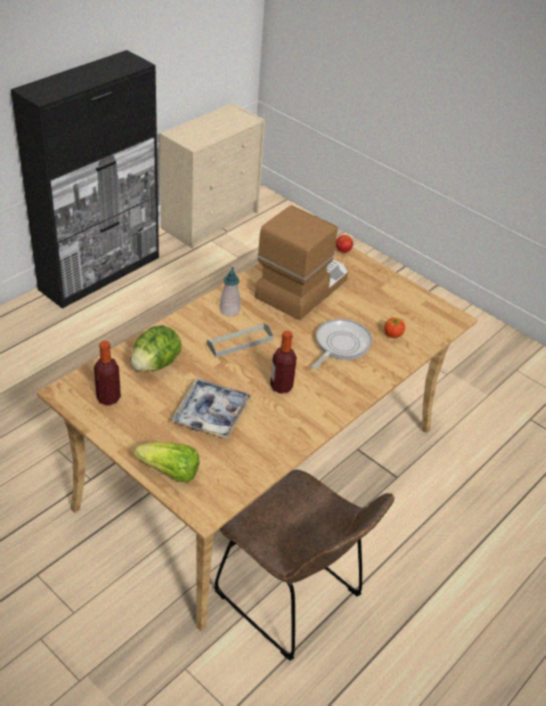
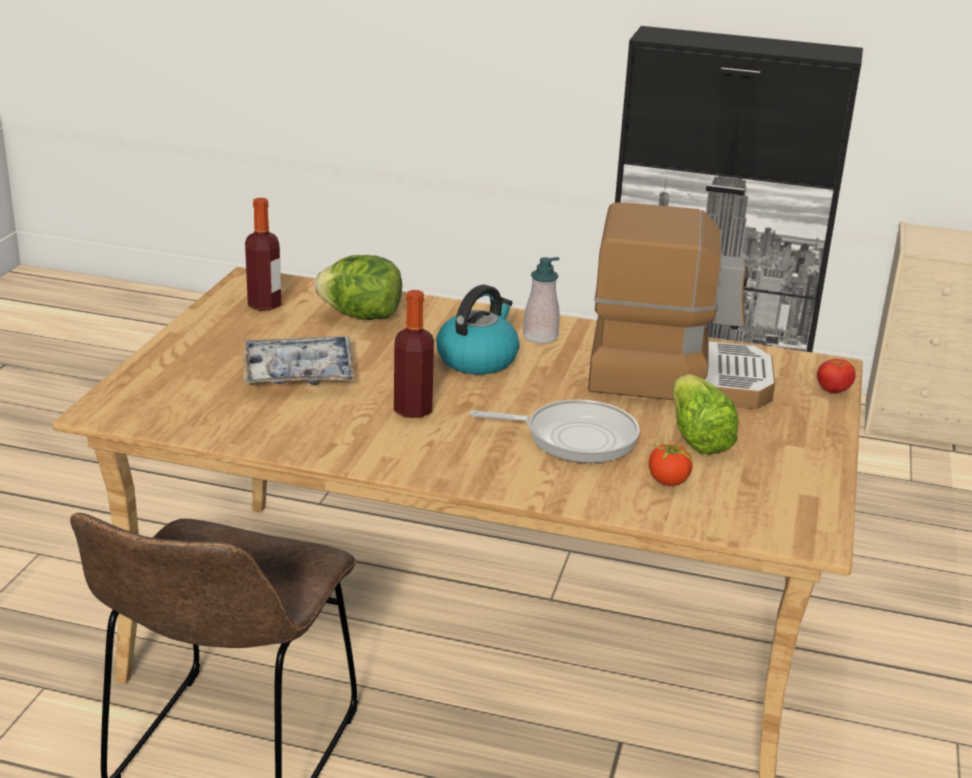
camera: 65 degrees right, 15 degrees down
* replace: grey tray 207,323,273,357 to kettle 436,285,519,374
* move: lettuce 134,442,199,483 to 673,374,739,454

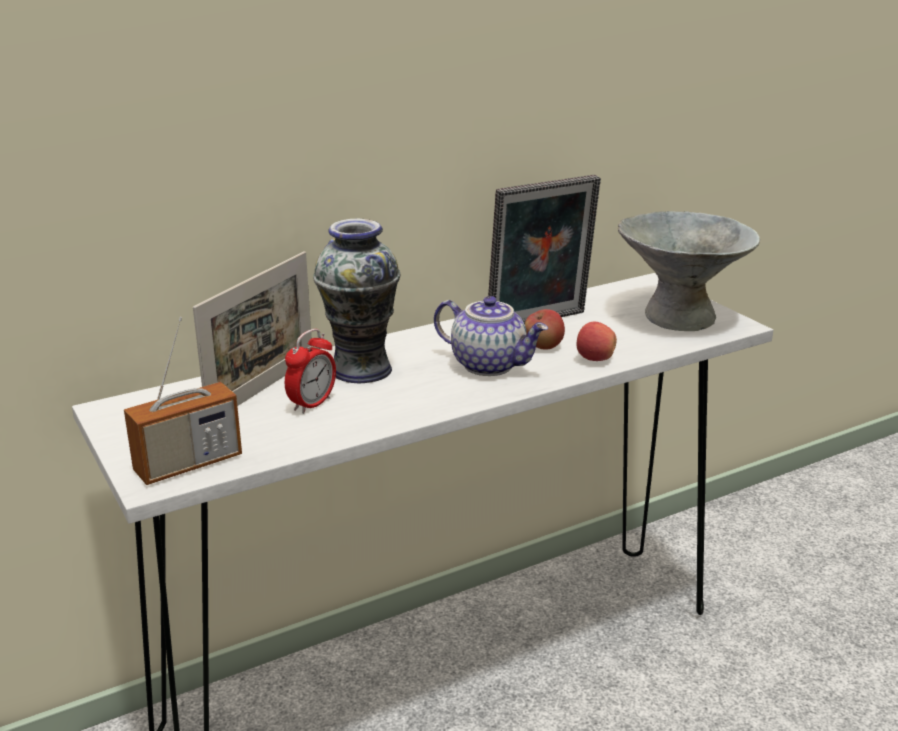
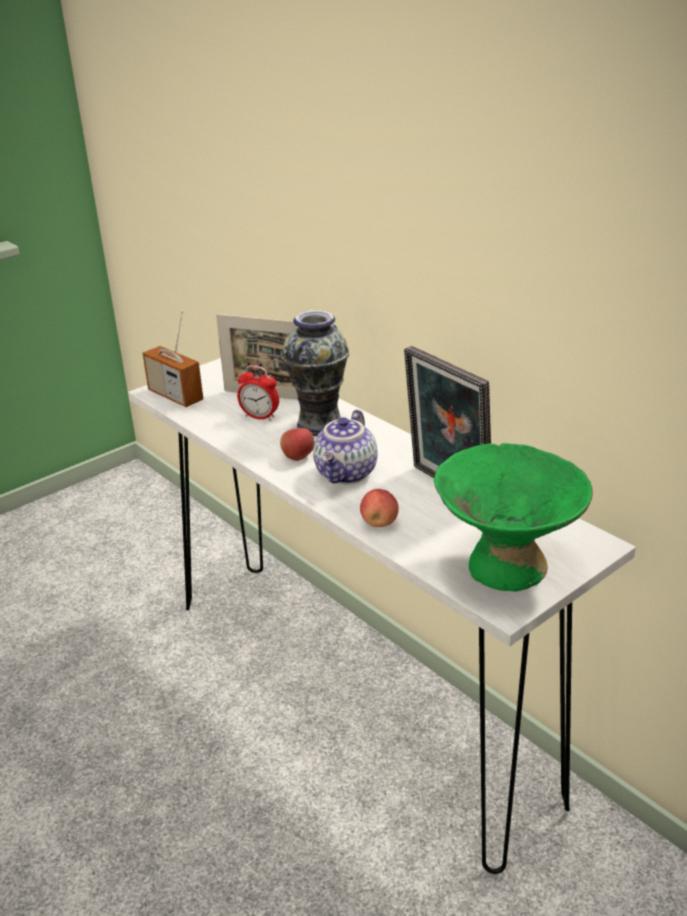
camera: 80 degrees right, 5 degrees up
* move: apple 525,309,565,349 to 280,428,314,461
* recolor: grey bowl 618,211,760,331 to green bowl 434,443,593,592

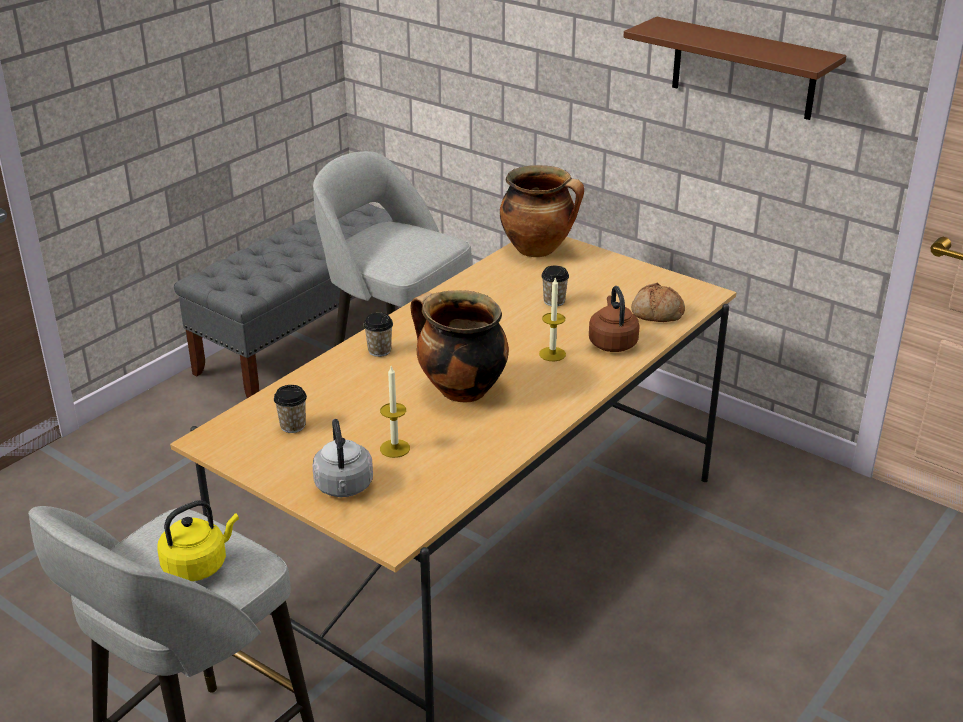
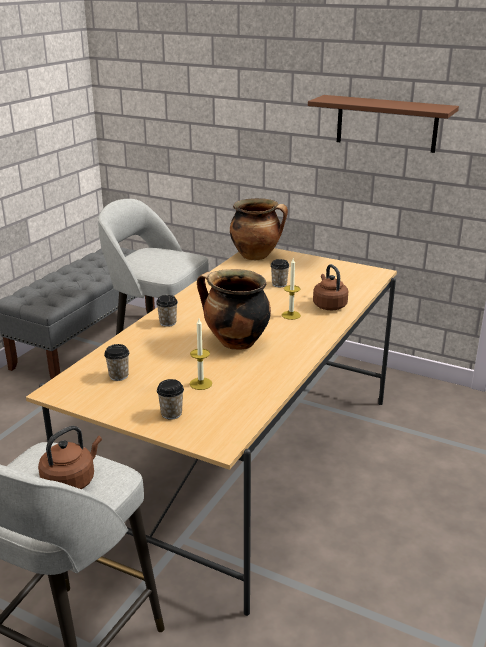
camera: 10 degrees left, 5 degrees down
* recolor: yellow kettle 158,500,239,581 to brown kettle 38,426,102,489
* replace: grey kettle 312,419,373,497 to cup 157,379,184,420
* delete: bread 631,283,685,322

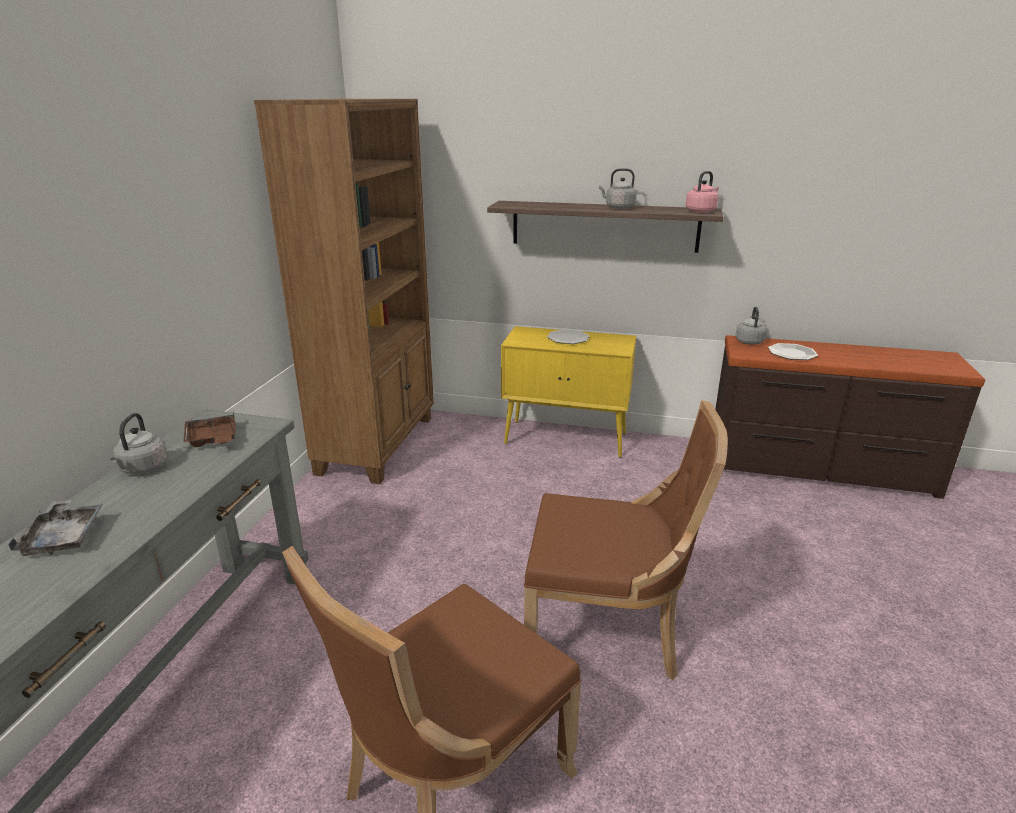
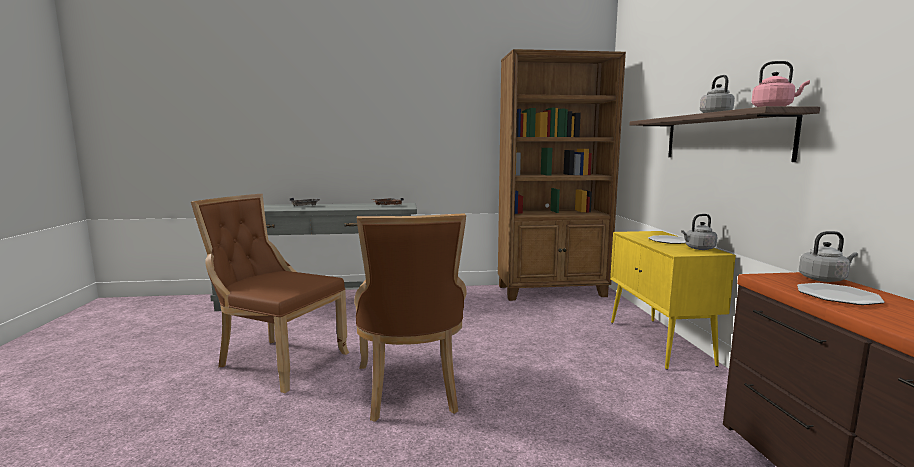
camera: 70 degrees right, 15 degrees down
* move: grey kettle 110,413,168,474 to 681,214,717,250

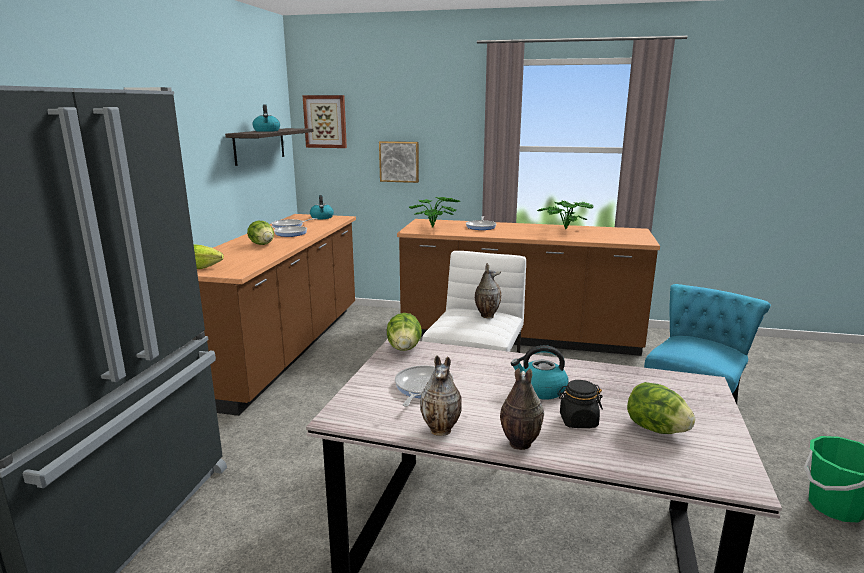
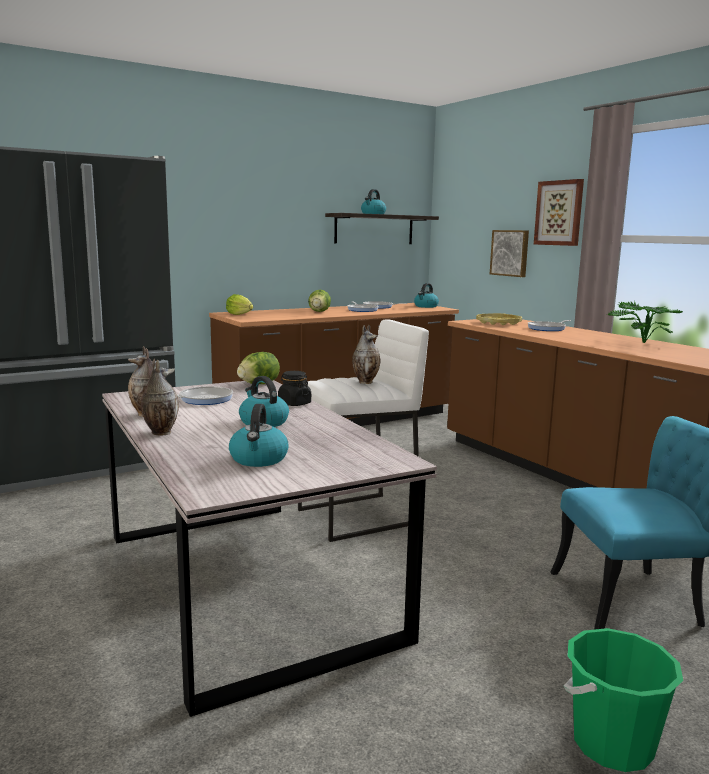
camera: 45 degrees right, 5 degrees down
* replace: lettuce 627,382,695,434 to kettle 229,404,288,467
* move: black jar 558,380,603,428 to 278,371,311,406
* replace: potted plant 409,197,460,227 to yellow tray 476,313,522,325
* move: picture 303,95,347,148 to 534,179,584,246

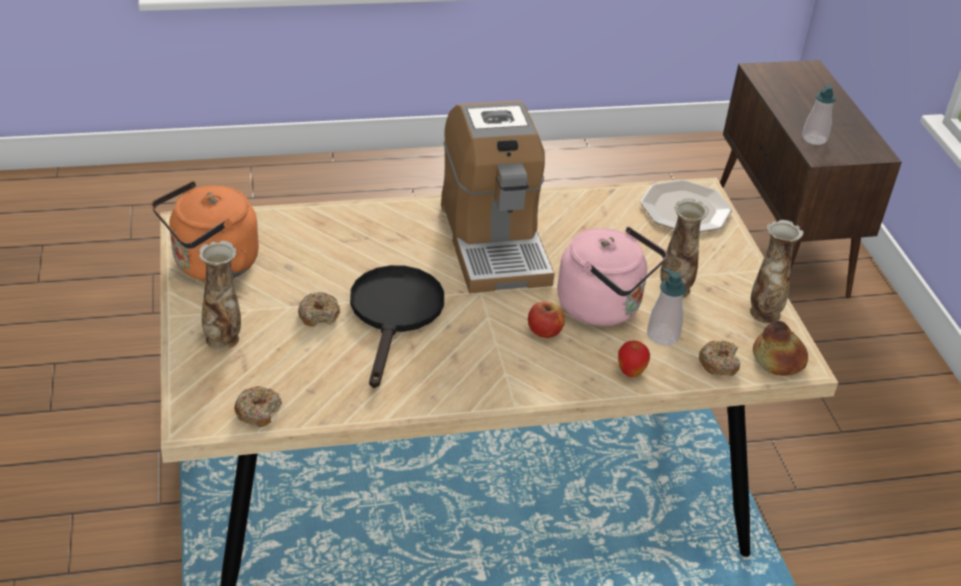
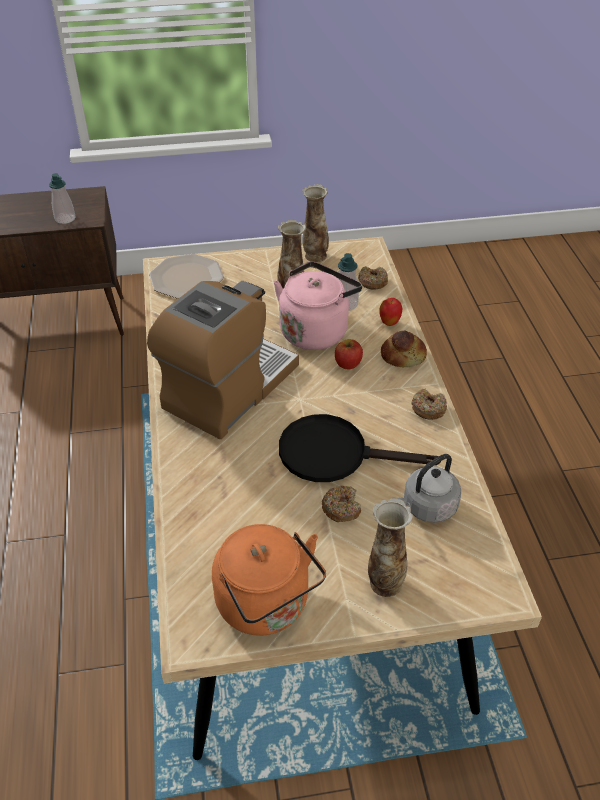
camera: 85 degrees left, 5 degrees up
* rotate: coffee machine 441,101,555,293 = 147,281,299,439 45 degrees counterclockwise
* move: bread 753,321,808,376 to 381,331,427,367
* insert: grey kettle 397,454,461,523
* move: donut 234,386,282,427 to 412,388,447,420

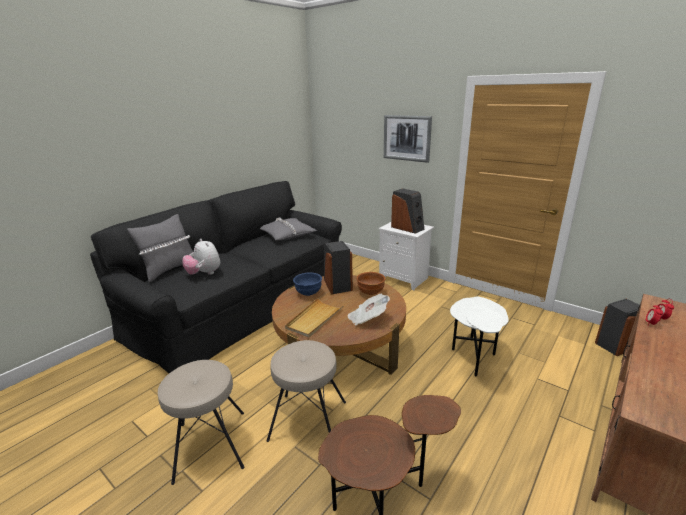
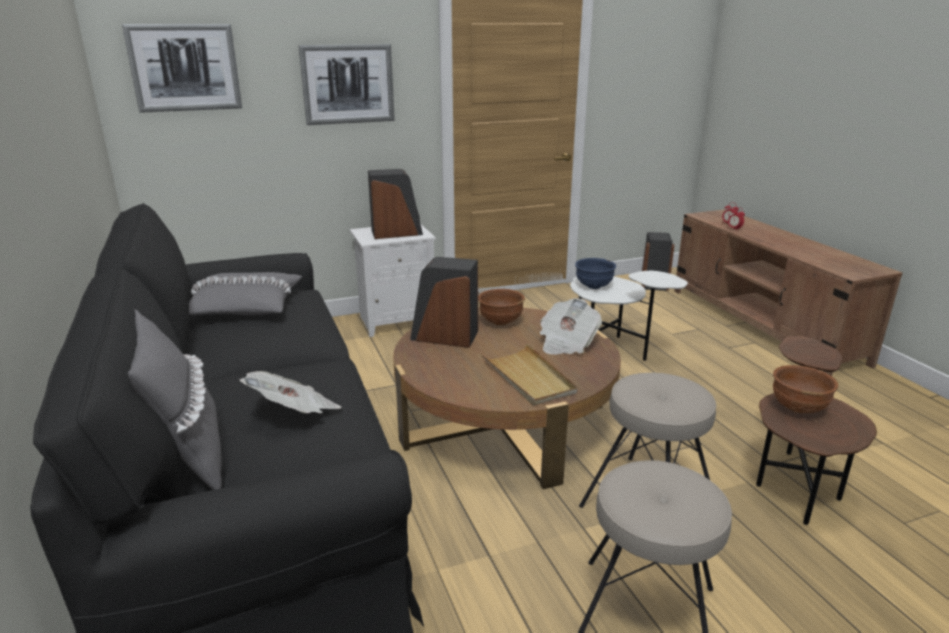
camera: 60 degrees left, 0 degrees up
* insert: picture 122,24,242,113
* replace: plush toy 182,239,220,275 to newspaper 239,371,342,414
* move: blue bowl 293,272,322,296 to 575,258,616,289
* insert: brown bowl 773,365,838,413

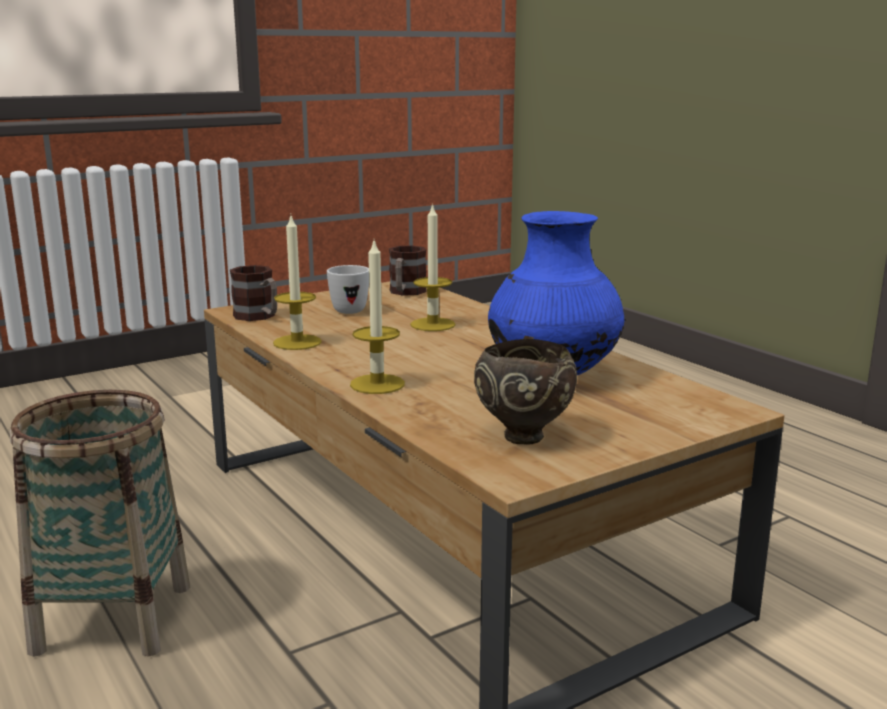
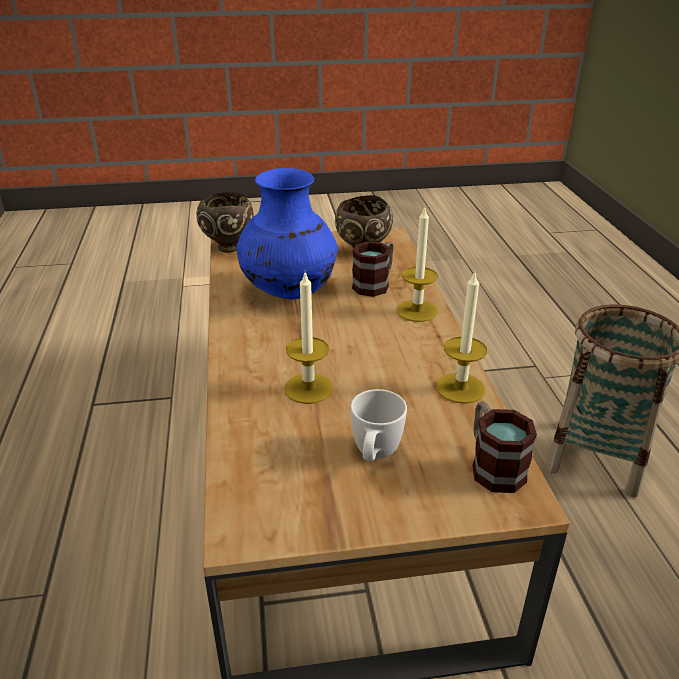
camera: 155 degrees left, 15 degrees up
* insert: brown bowl 196,192,253,253
* move: mug 389,245,426,296 to 352,241,393,297

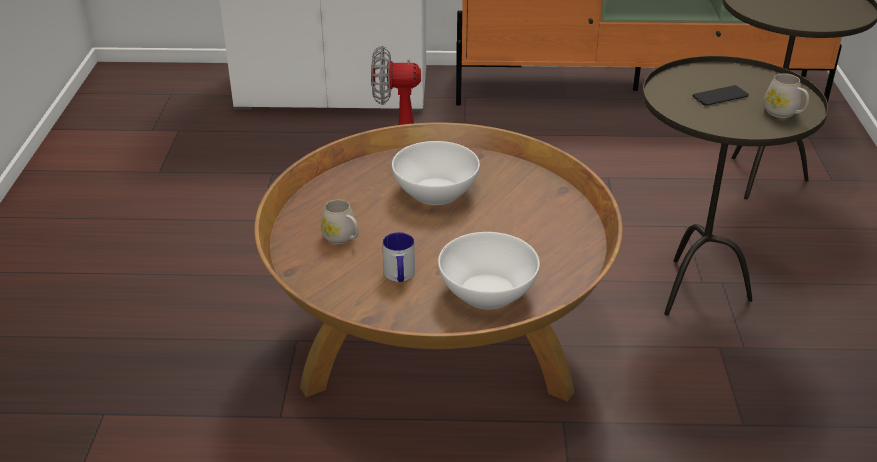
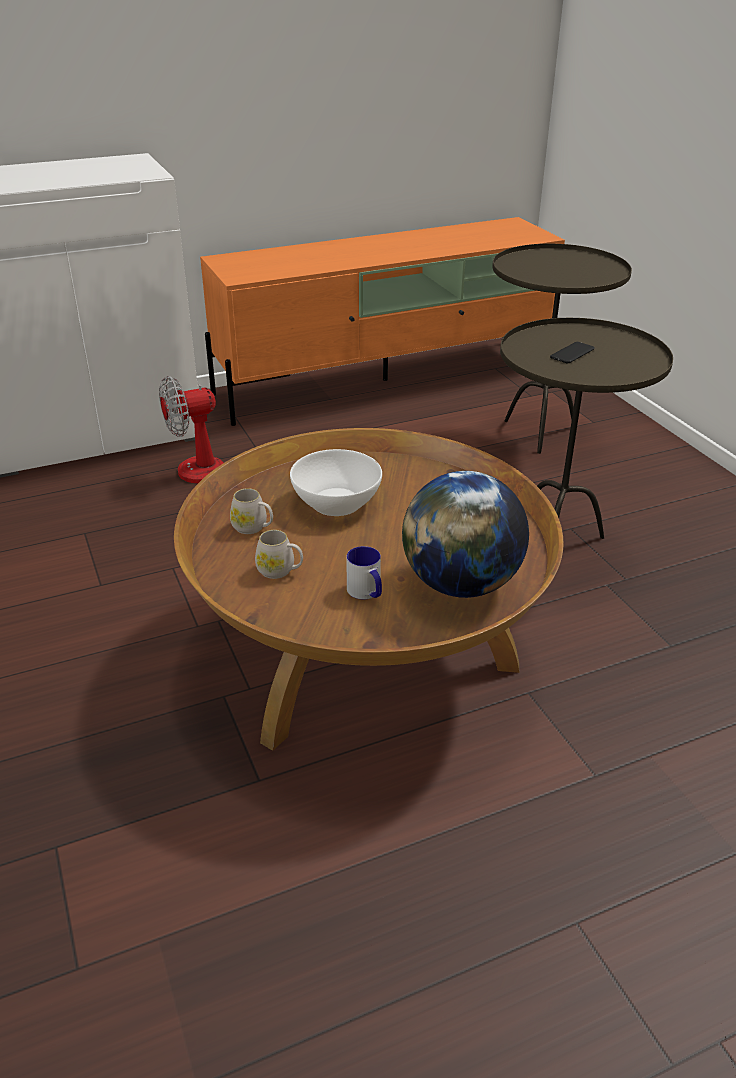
camera: 25 degrees left, 0 degrees up
* move: white mug 764,73,809,118 to 230,488,273,534
* replace: white bowl 438,232,540,309 to globe 402,471,529,598

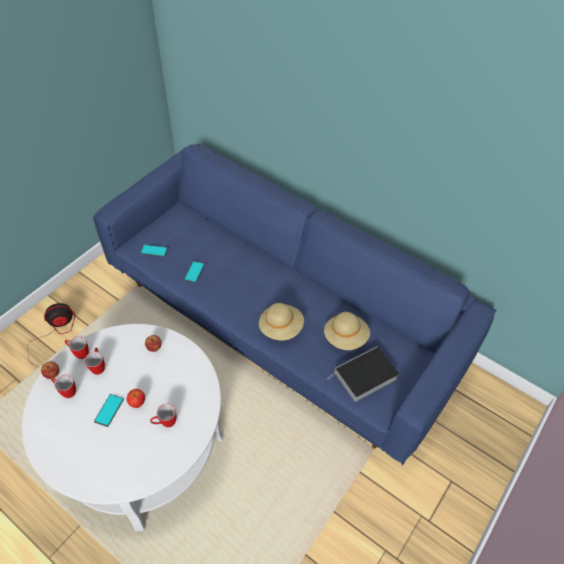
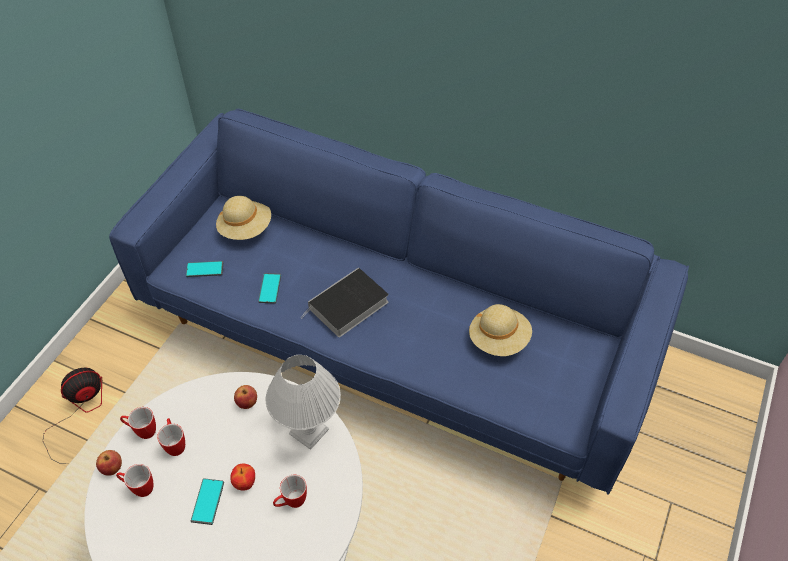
camera: 10 degrees left, 0 degrees up
* move: beige hat 259,303,304,340 to 216,196,271,240
* insert: white table lamp 266,355,341,450
* move: book 327,346,399,402 to 301,267,389,337

